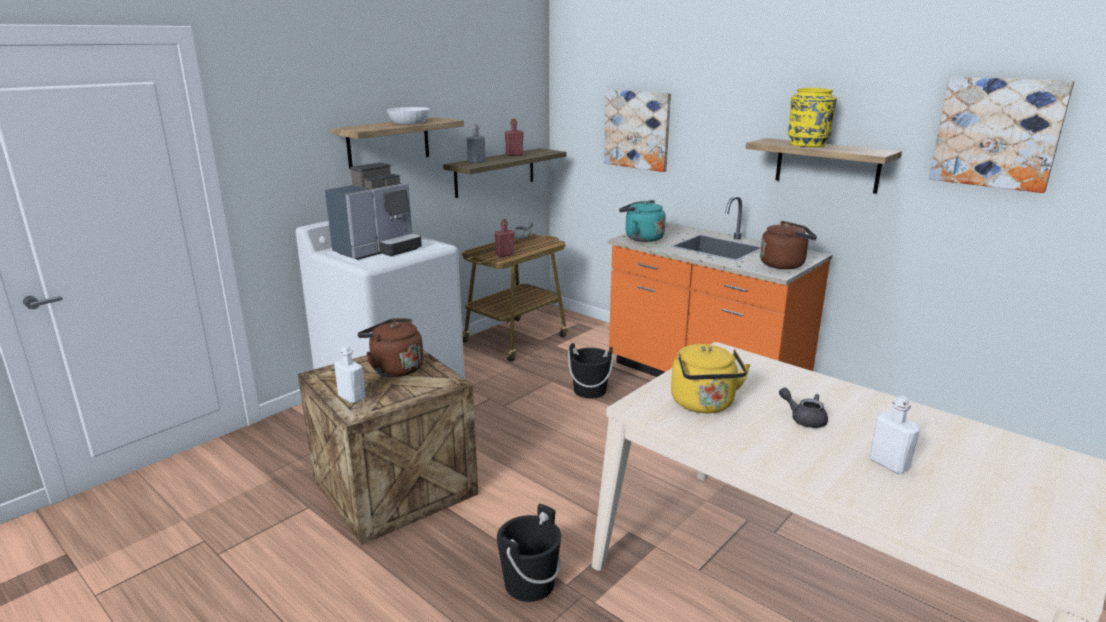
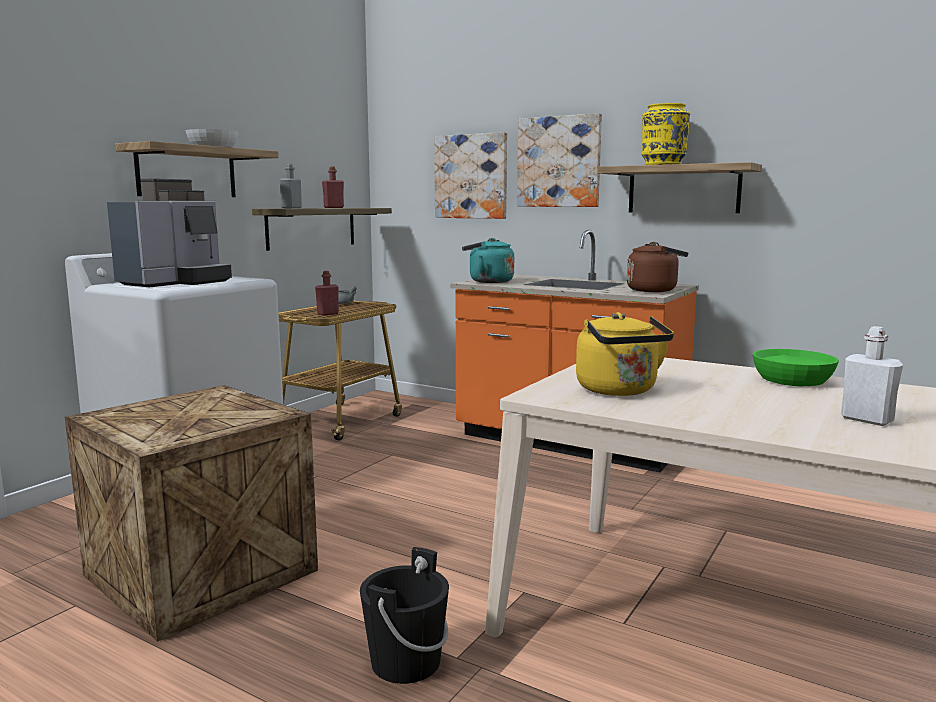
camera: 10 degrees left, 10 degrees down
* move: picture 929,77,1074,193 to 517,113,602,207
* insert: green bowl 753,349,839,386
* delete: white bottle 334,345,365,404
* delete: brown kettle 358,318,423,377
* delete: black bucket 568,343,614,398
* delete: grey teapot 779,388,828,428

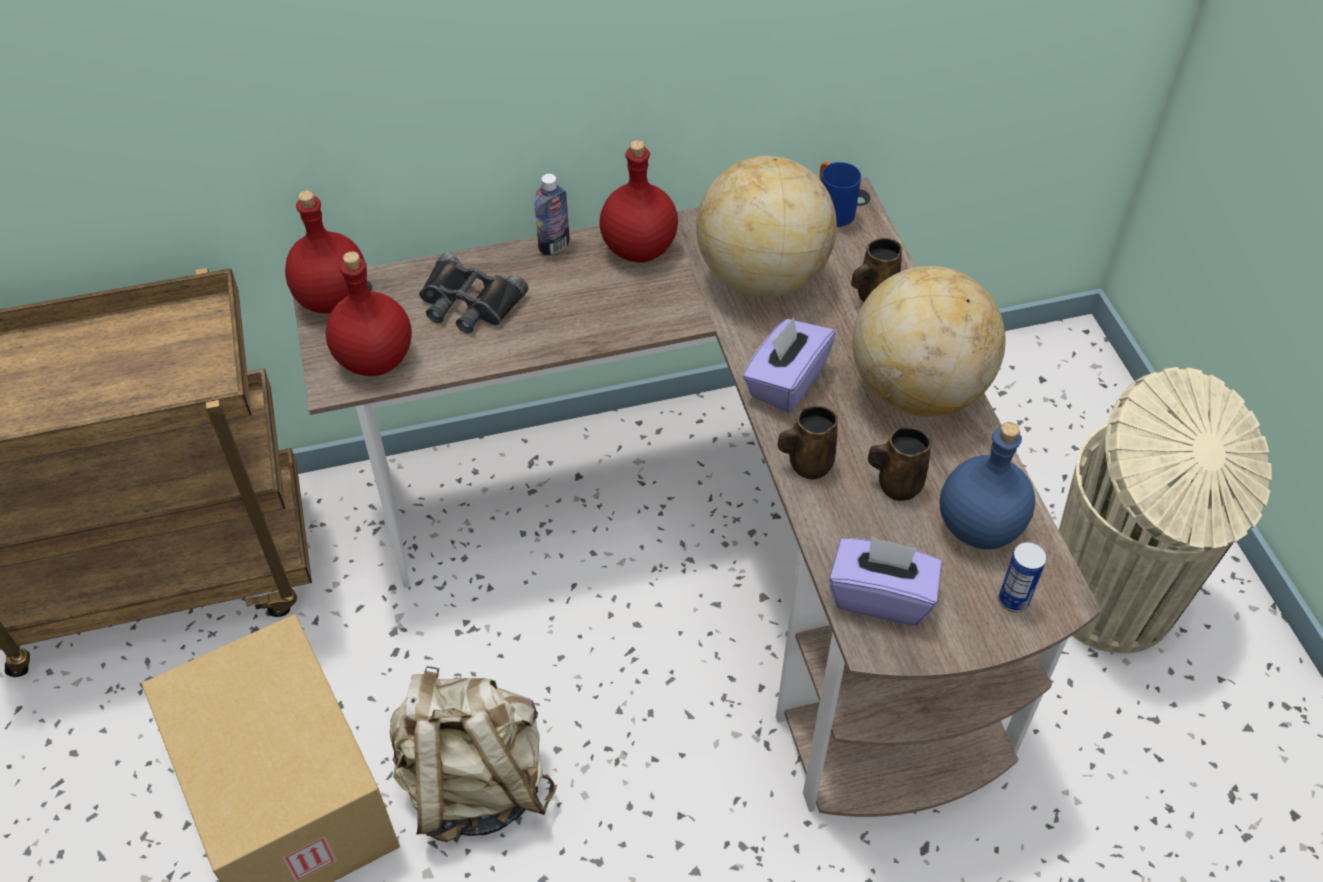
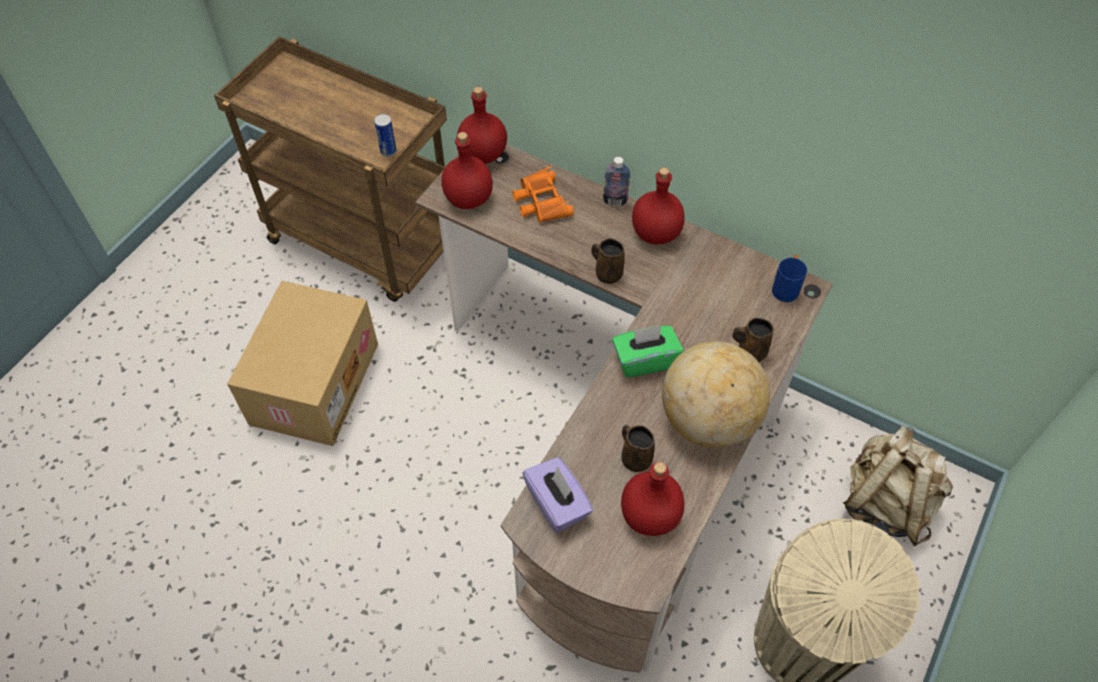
camera: 45 degrees right, 5 degrees up
* move: can 998,542,1047,612 to 374,114,397,157
* recolor: black binoculars 419,253,528,333 to orange binoculars 512,166,574,222
* move: brown mug 777,405,838,480 to 592,238,625,284
* recolor: purple tissue box 743,317,836,413 to green tissue box 612,326,684,378
* recolor: blue bottle 940,422,1035,549 to red bottle 621,462,684,536
* move: beige backpack 390,666,556,842 to 843,425,953,546
* delete: globe 696,156,837,297

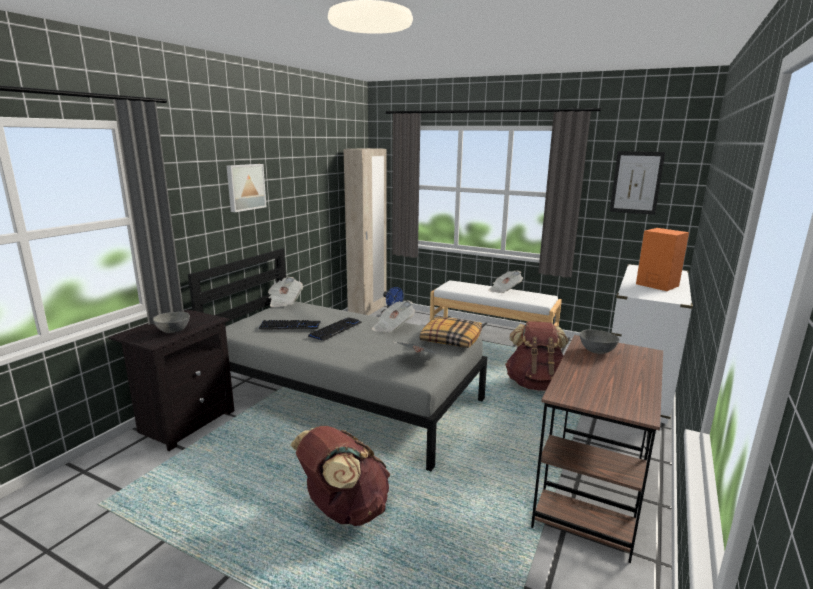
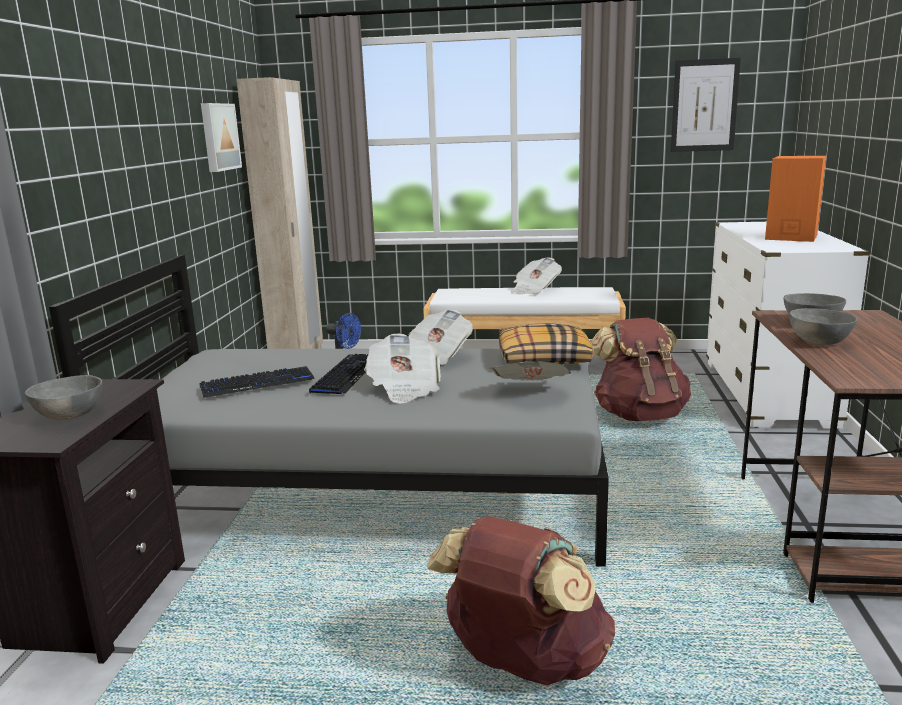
camera: 20 degrees left, 0 degrees up
* move: picture 227,164,267,212 to 201,103,242,172
* move: newspaper 268,277,303,307 to 364,334,441,404
* insert: grey bowl 789,308,857,345

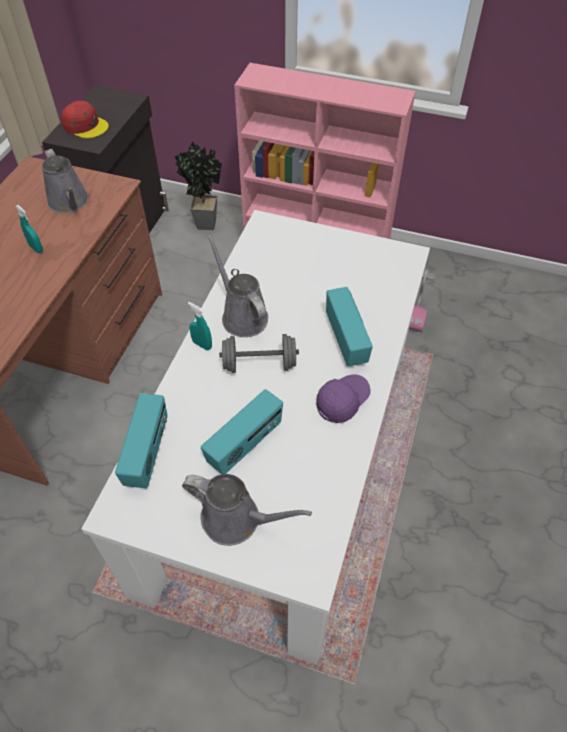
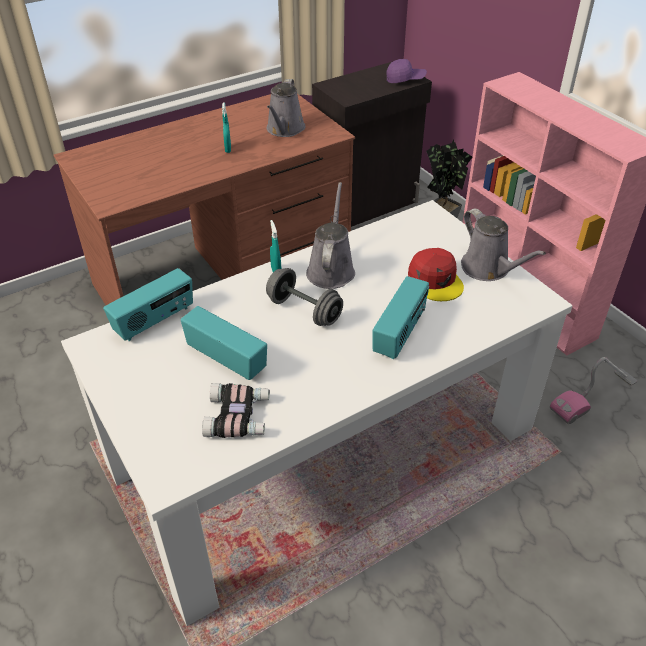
camera: 40 degrees right, 10 degrees down
* rotate: radio 201,389,283,474 = 181,306,267,380 135 degrees counterclockwise
* insert: binoculars 202,383,270,438
* move: purple cap 316,375,371,423 to 386,59,427,83
* move: red cap 61,101,109,138 to 408,248,464,301
* move: grey watering can 182,474,312,546 to 461,209,546,281

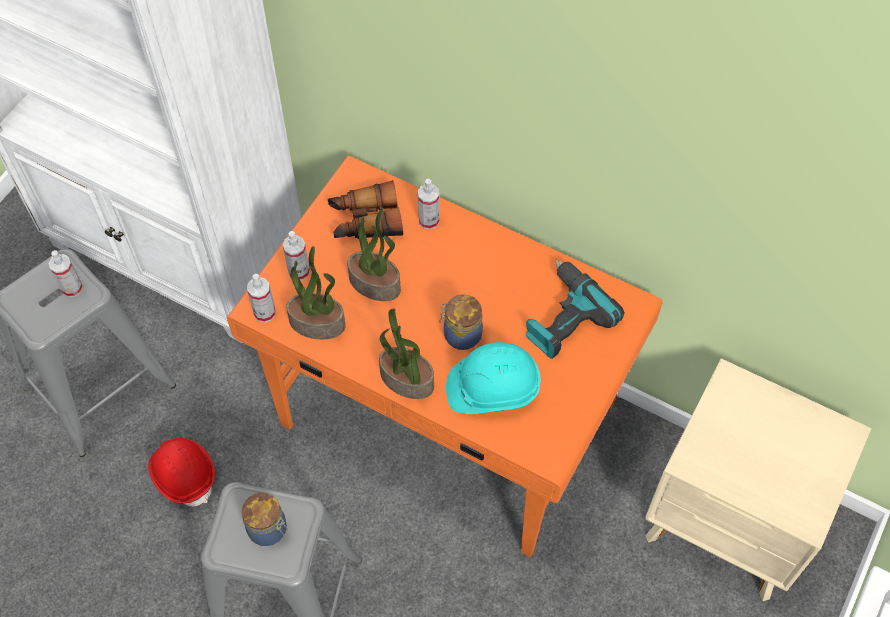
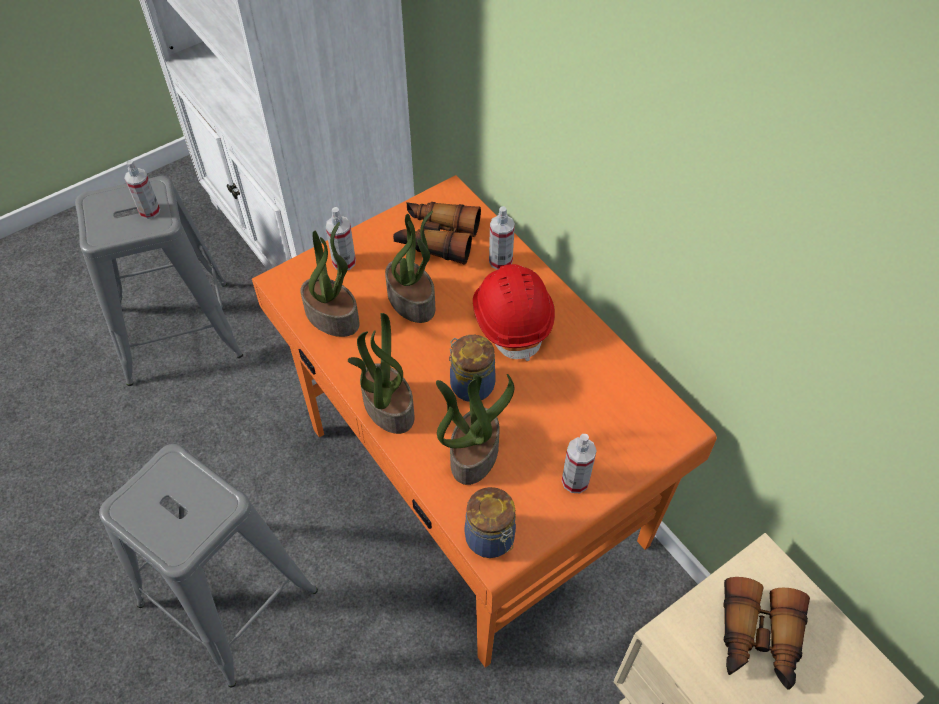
camera: 25 degrees right, 5 degrees down
* replace: turquoise hard hat 446,342,541,414 to potted plant 436,374,514,485
* move: jar 242,493,288,546 to 465,487,516,558
* move: red hard hat 148,438,215,506 to 473,264,555,361
* move: spray bottle 247,274,276,323 to 562,434,597,493
* insert: binoculars 723,577,810,689
* delete: power drill 526,260,624,359

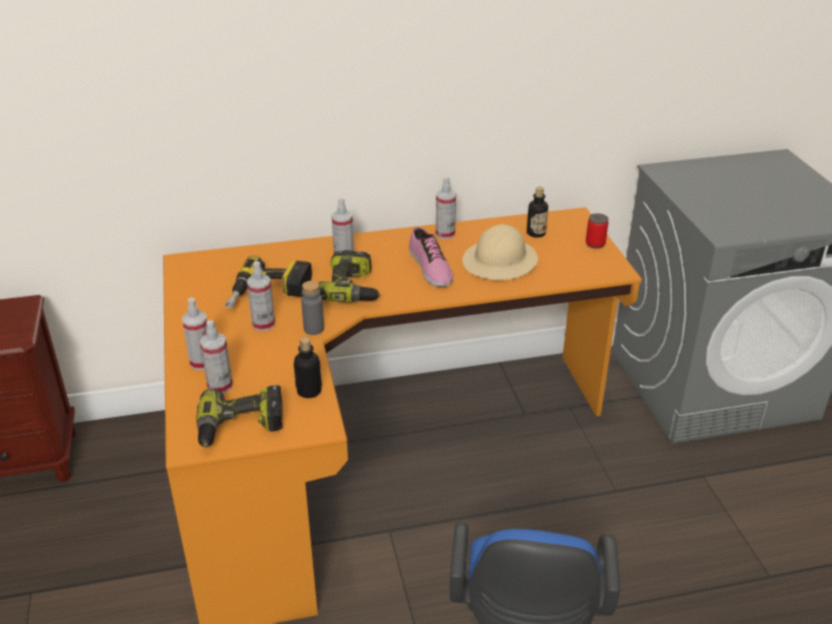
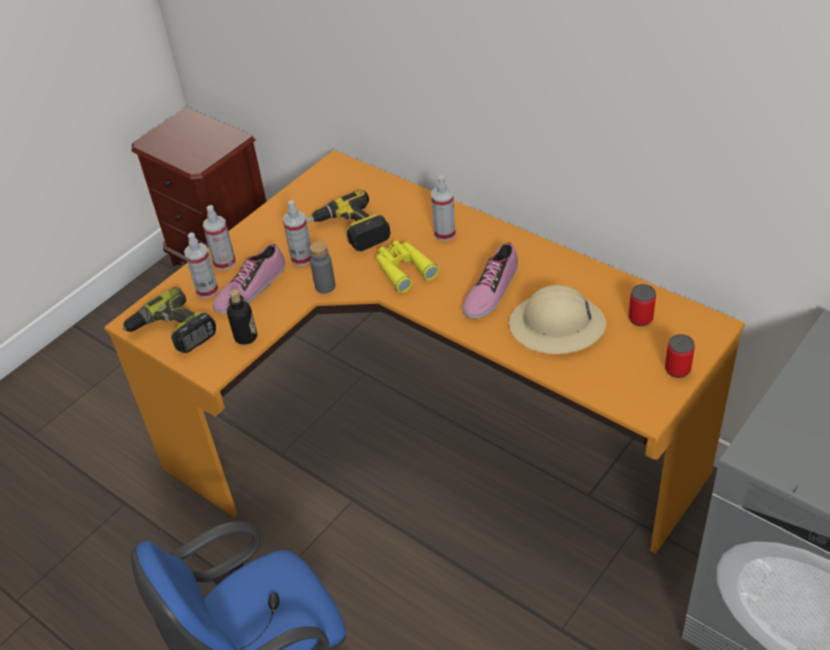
camera: 55 degrees right, 10 degrees up
* insert: shoe 213,244,285,314
* replace: power drill 319,250,381,302 to yellow binoculars 376,240,439,293
* replace: bottle 527,187,548,238 to can 628,284,656,326
* delete: spray bottle 436,177,456,239

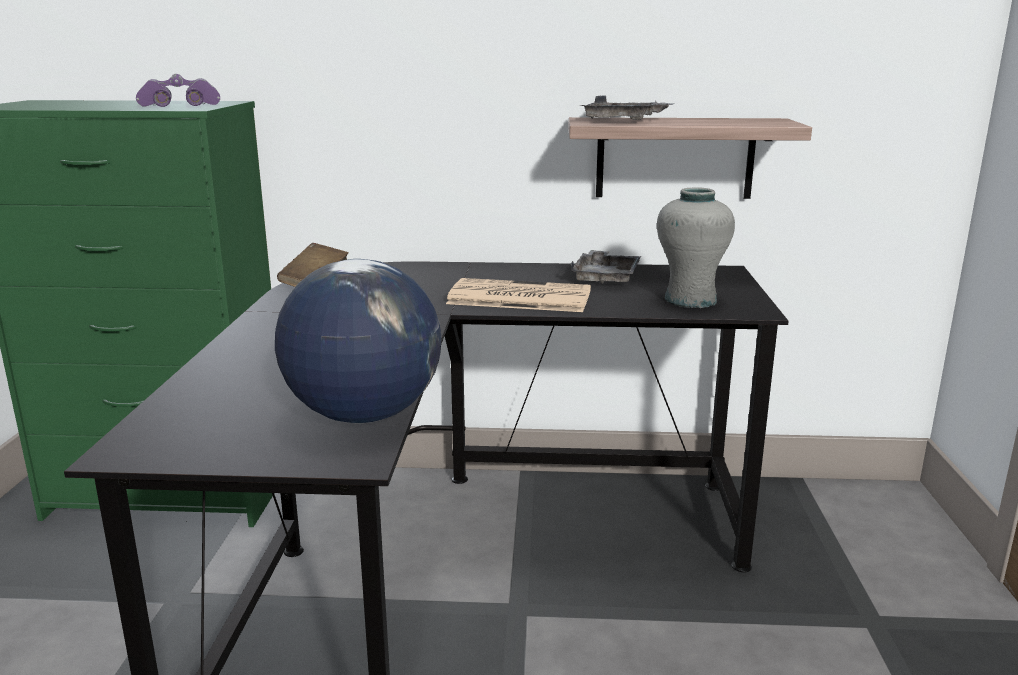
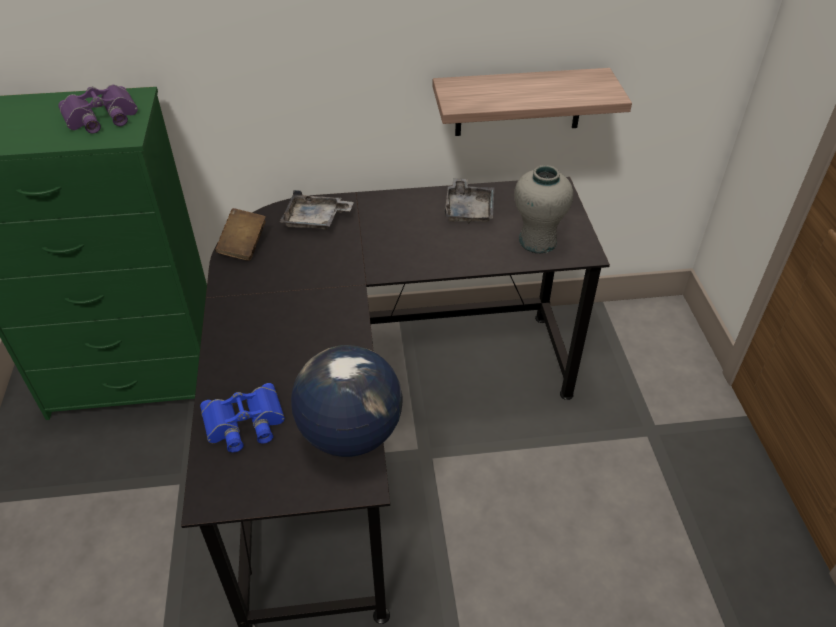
camera: 10 degrees left, 25 degrees up
* insert: blue binoculars 200,383,285,452
* move: grey tray 581,95,675,120 to 280,190,354,230
* delete: newspaper 446,278,591,312

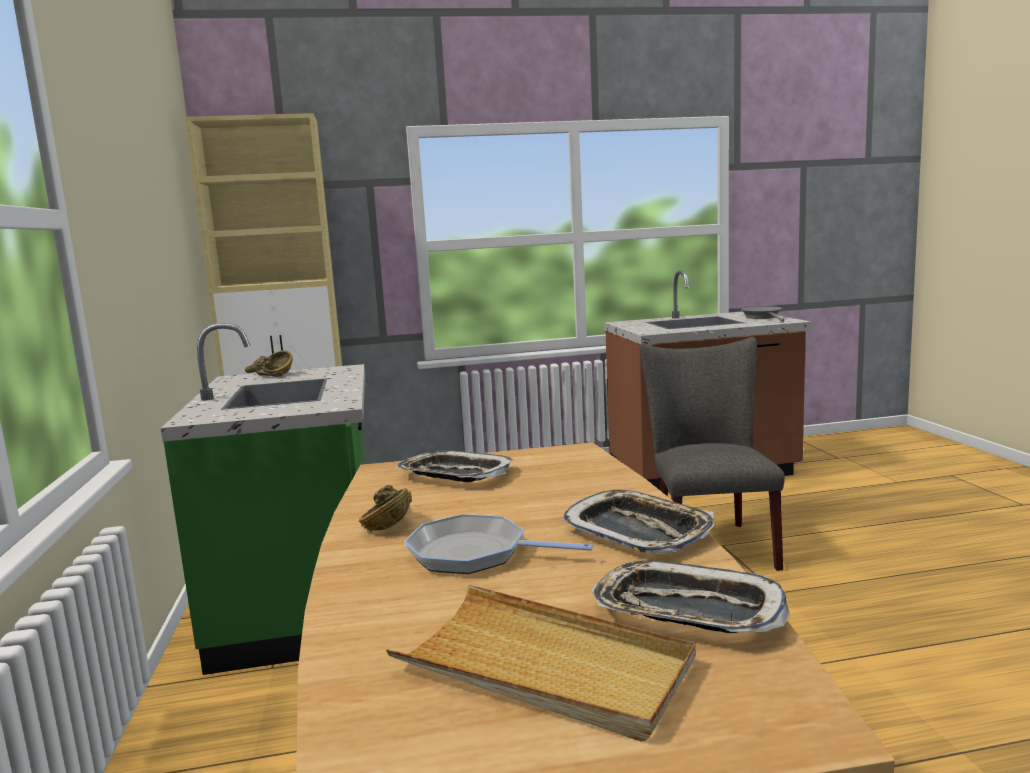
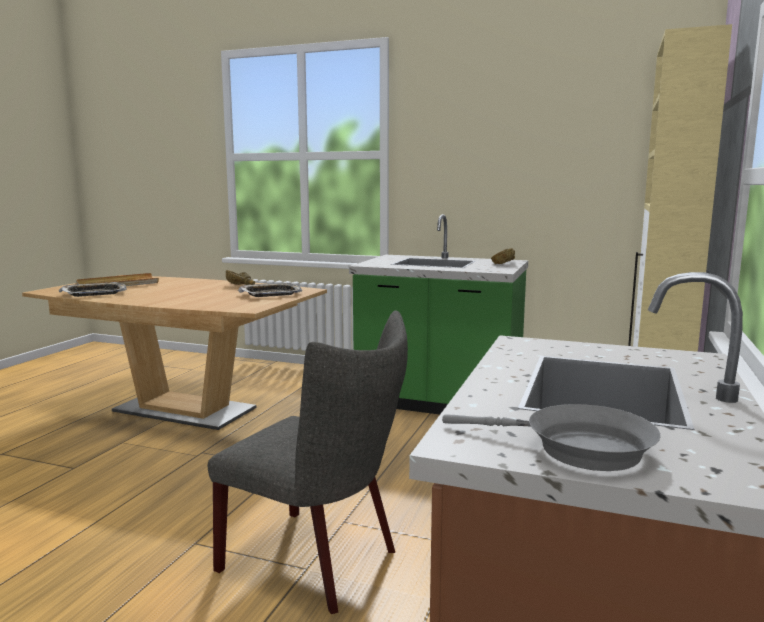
camera: 120 degrees right, 0 degrees up
* delete: frying pan 404,514,593,574
* delete: tray 561,490,714,554

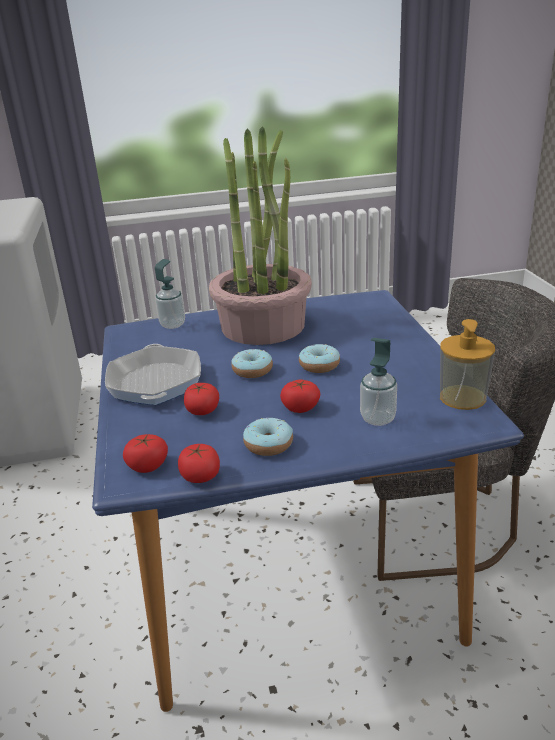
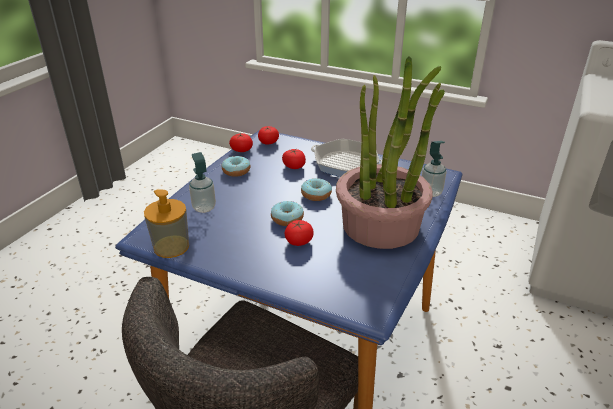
camera: 125 degrees right, 5 degrees up
* move: tomato 280,380,320,413 to 284,220,314,246

